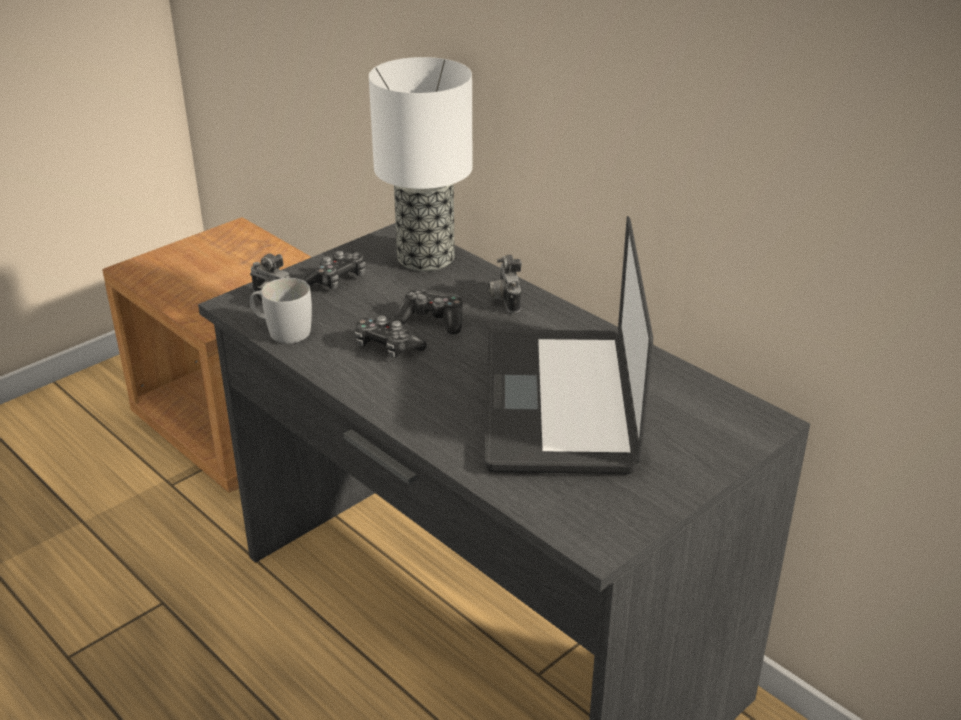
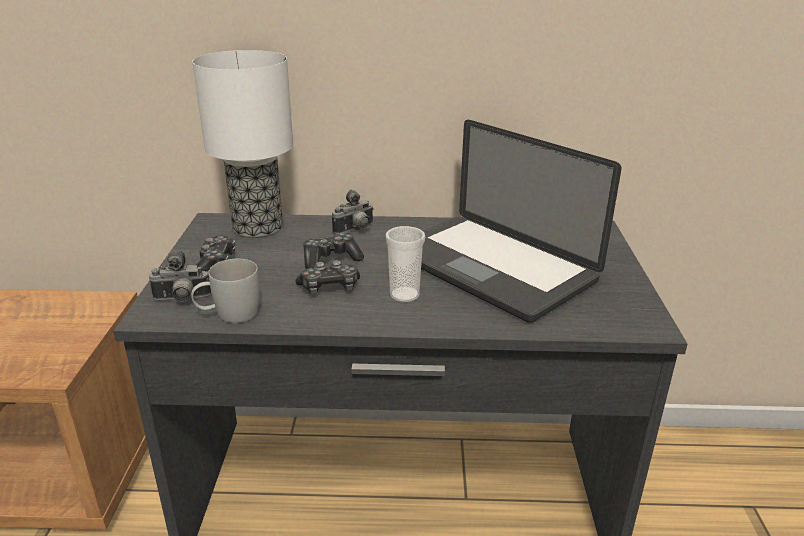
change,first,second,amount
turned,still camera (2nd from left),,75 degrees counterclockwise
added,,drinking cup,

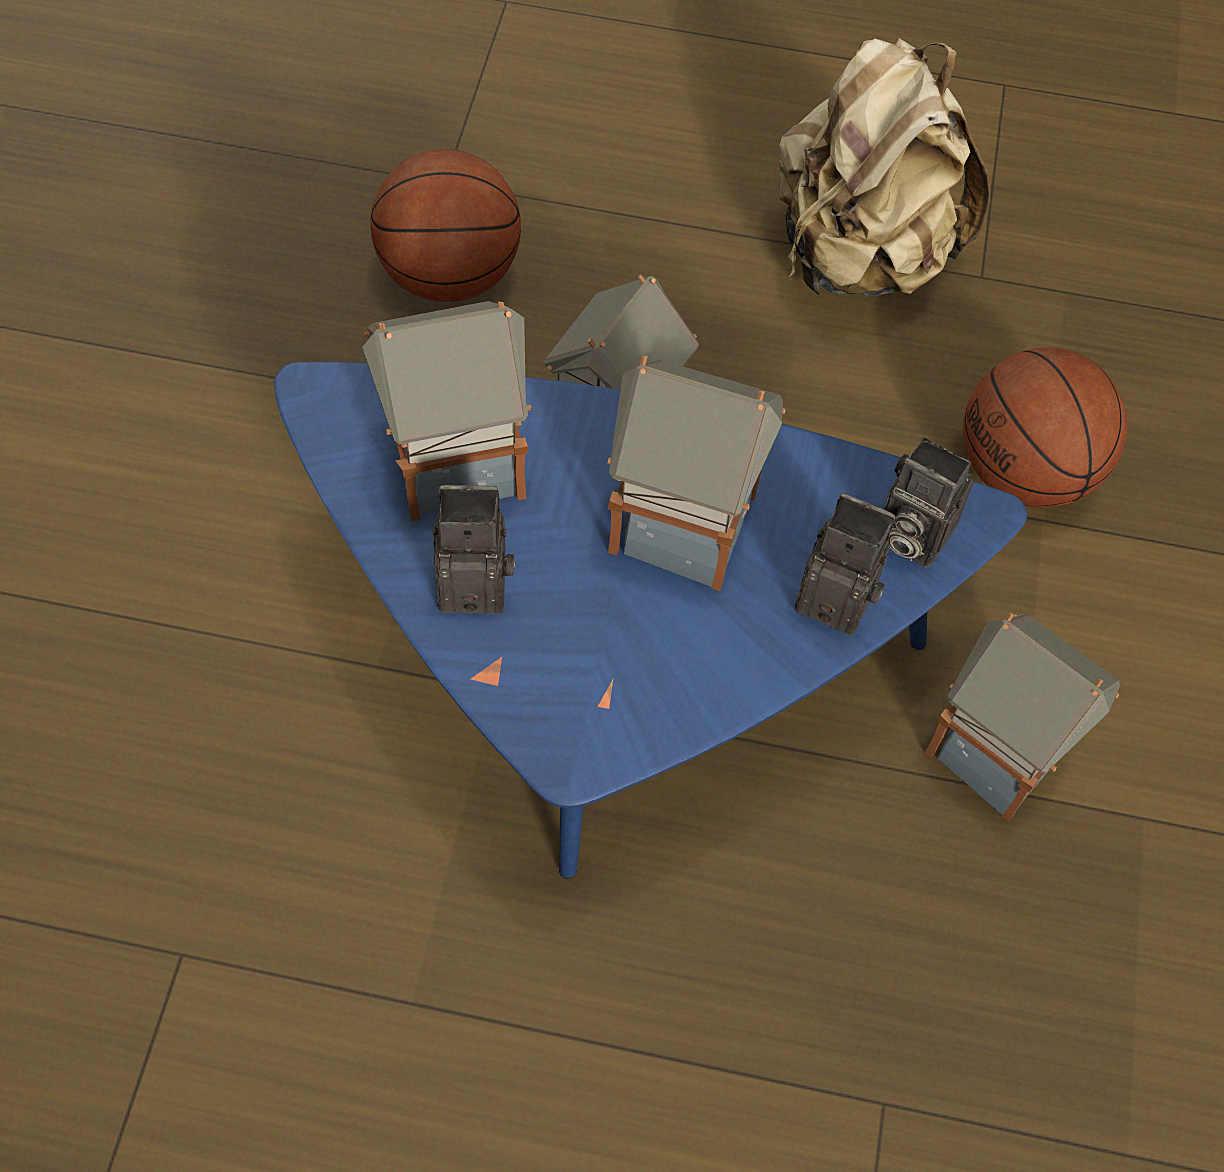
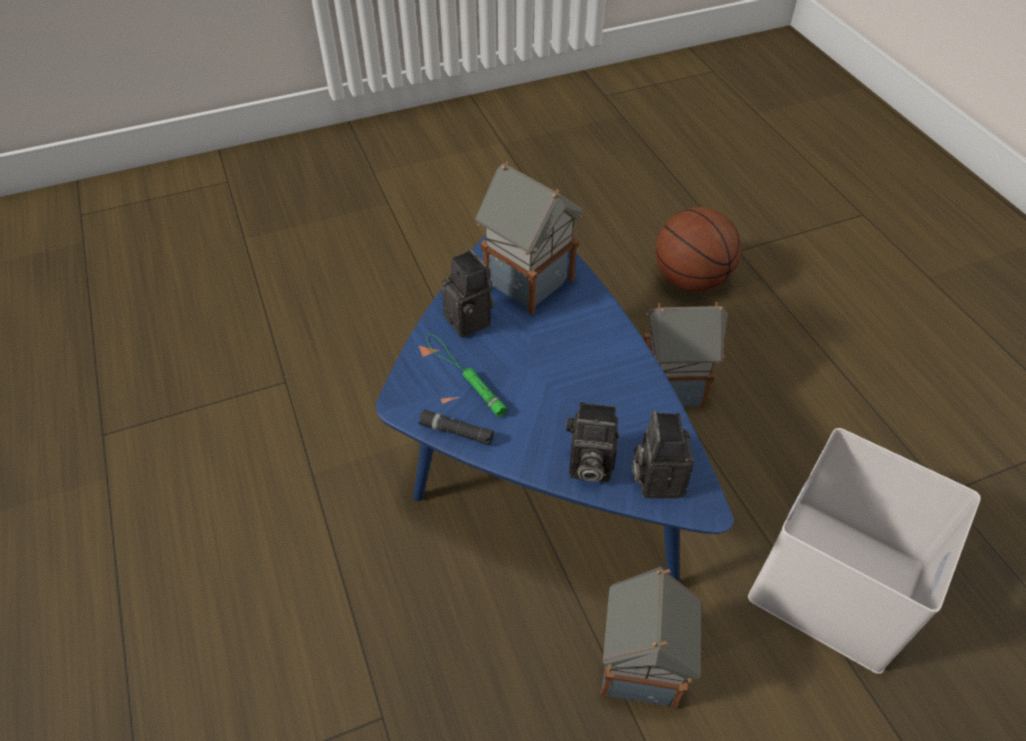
change,first,second,amount
removed,sand-coloured rucksack,,
replaced,basketball ball (2nd from left),white storage box,
removed,miniature house (3rd from left),,
turned,still camera (2nd from left),,105 degrees clockwise
added,,green torch,
added,,blackish torch,

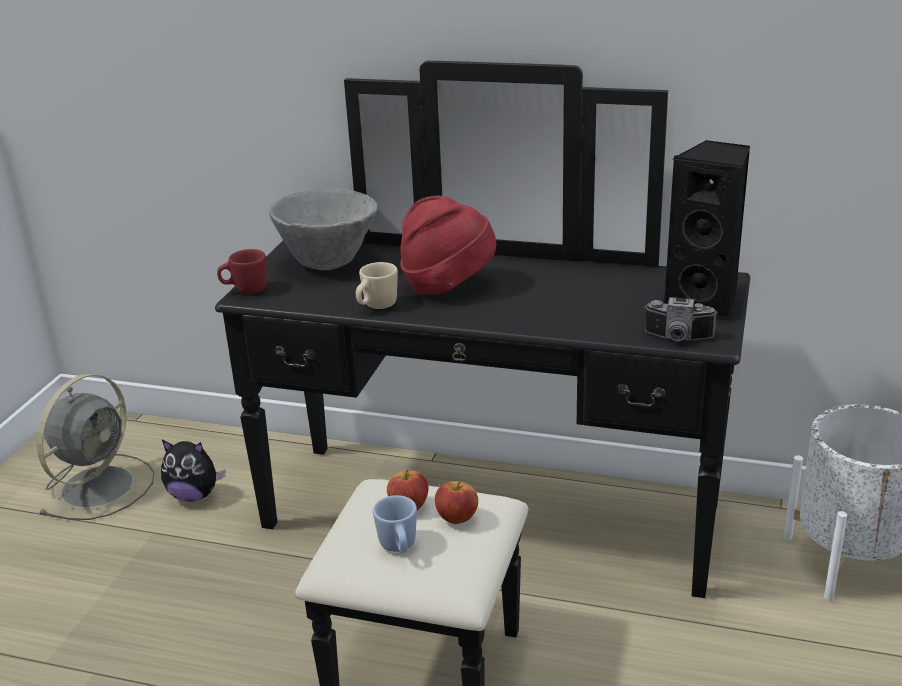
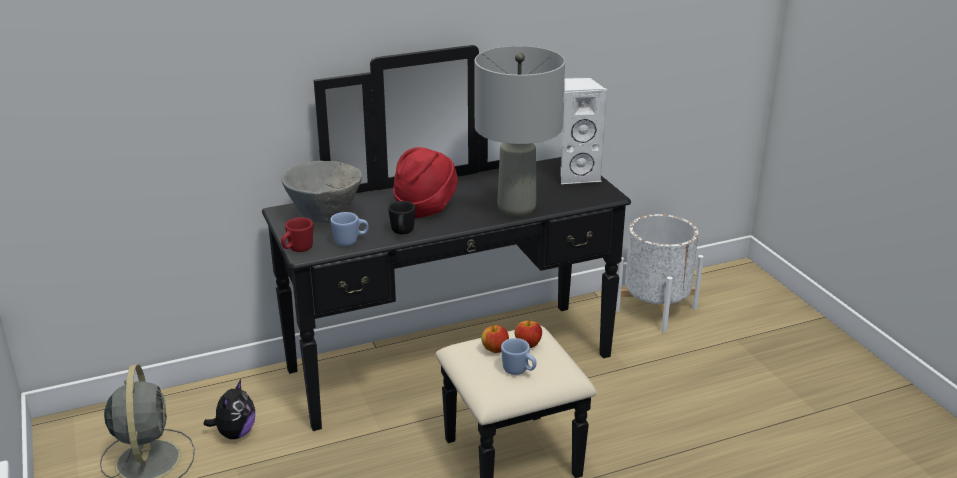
change,first,second,amount
recoloured,blackish speaker,white speaker,
recoloured,sand-coloured coffee mug,blackish coffee mug,
removed,still camera,,
turned,soft toy,,45 degrees counterclockwise
added,,grey lamp for a table,
added,,blue coffee mug (1st from left),

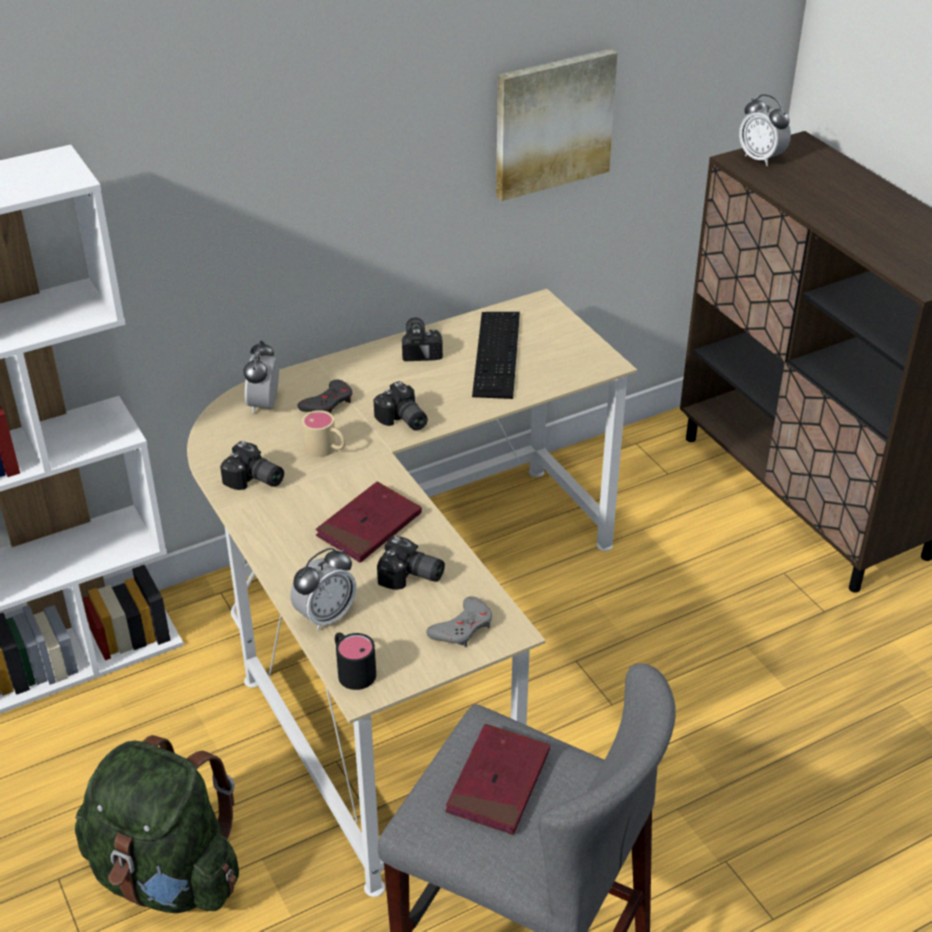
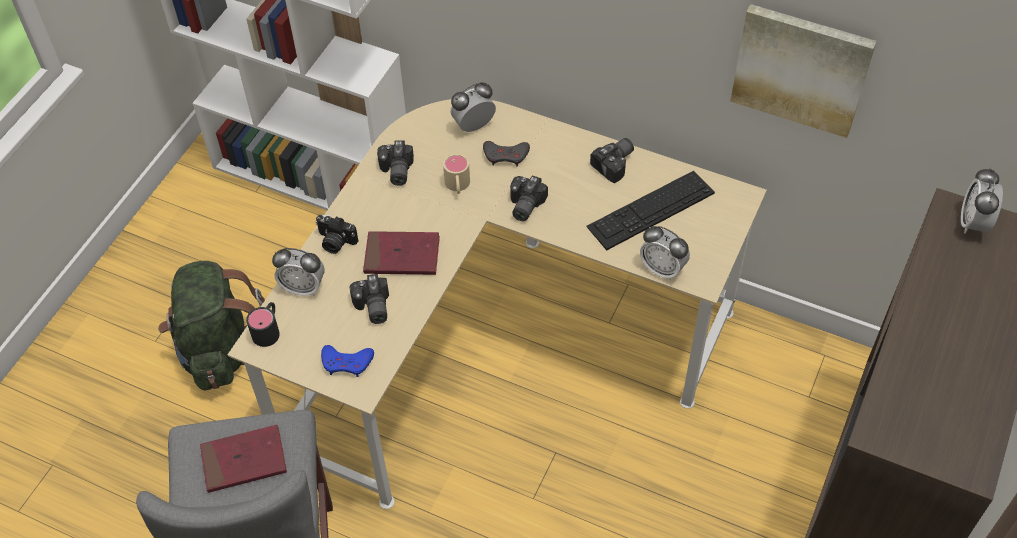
change,first,second,amount
recoloured,grey gamepad (2nd from left),blue gamepad,
added,,still camera (1st from left),
added,,bedside clock (3rd from left),

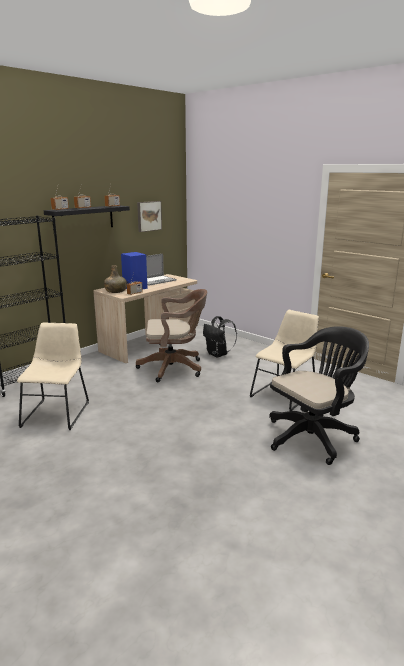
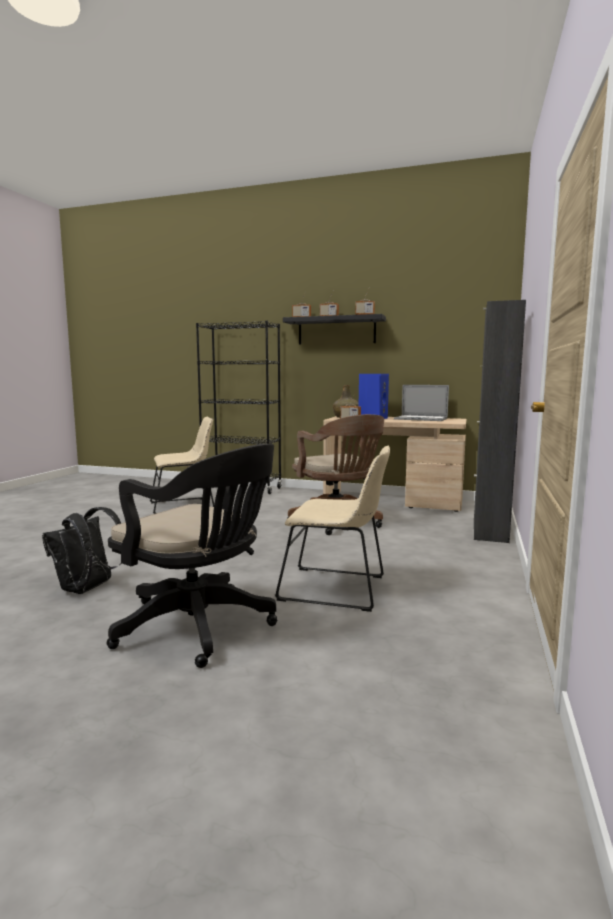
change,first,second,amount
removed,picture,,
moved,blackish rucksack,,
added,,blackish storage cabinet,

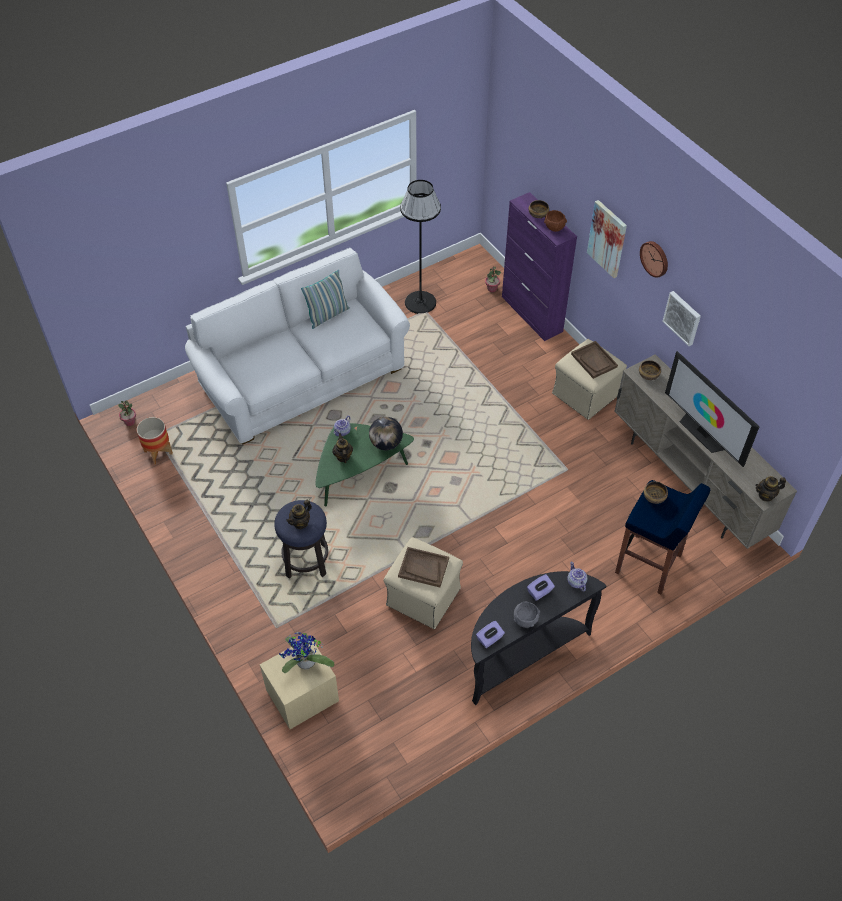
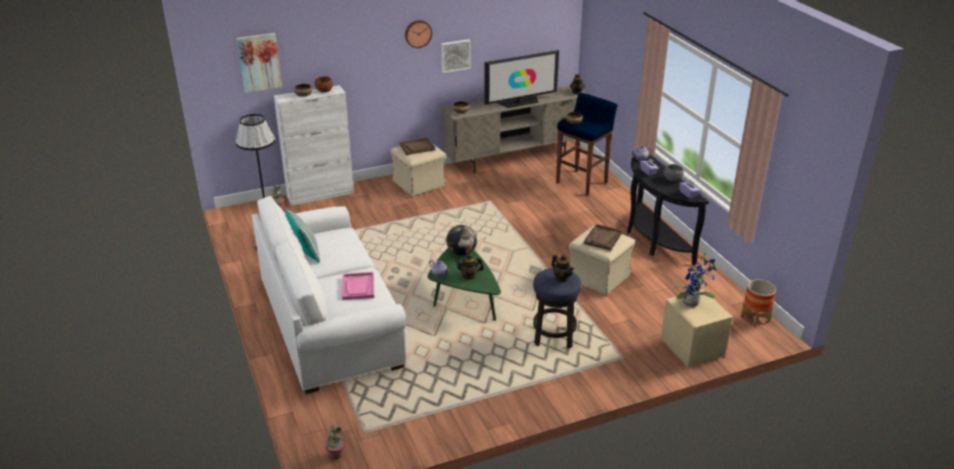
change,first,second,amount
recoloured,purple storage cabinet,white storage cabinet,
moved,picture (1st from left),,
moved,flower pot,,
added,,pink serving tray,

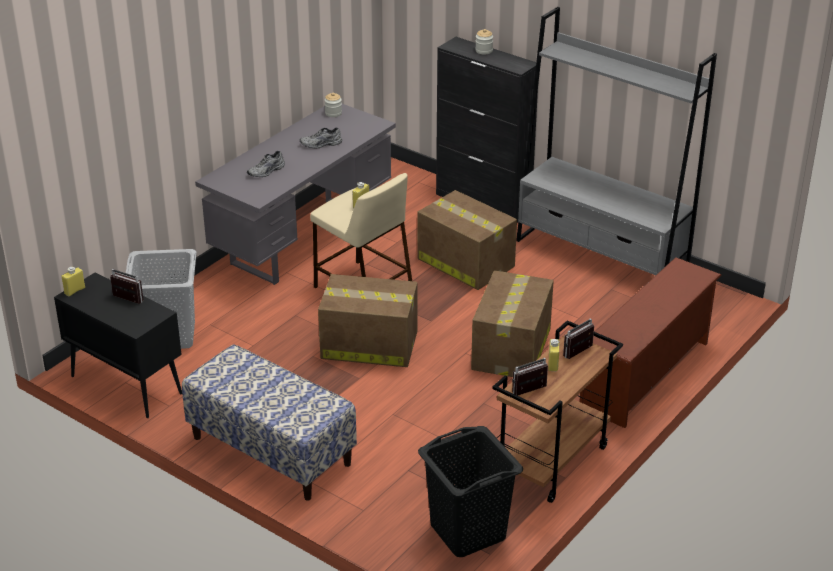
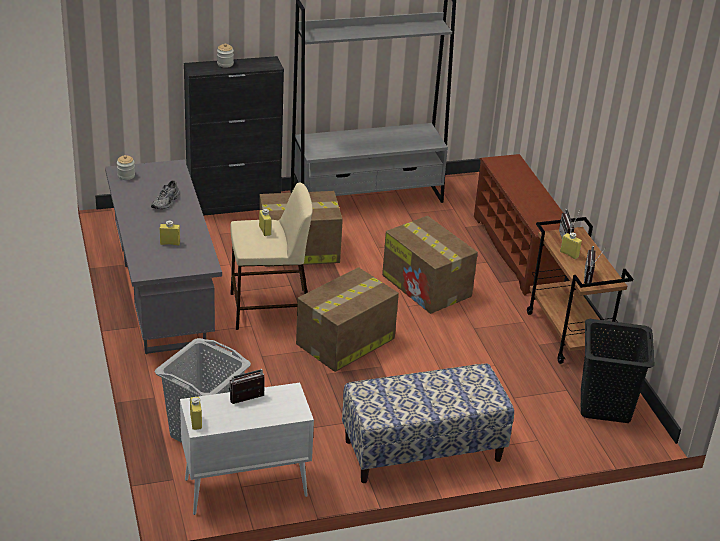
change,first,second,amount
replaced,grey item of footwear (1st from left),yellow drink bottle (1st from left),
recoloured,blackish storage cabinet (1st from left),white storage cabinet,

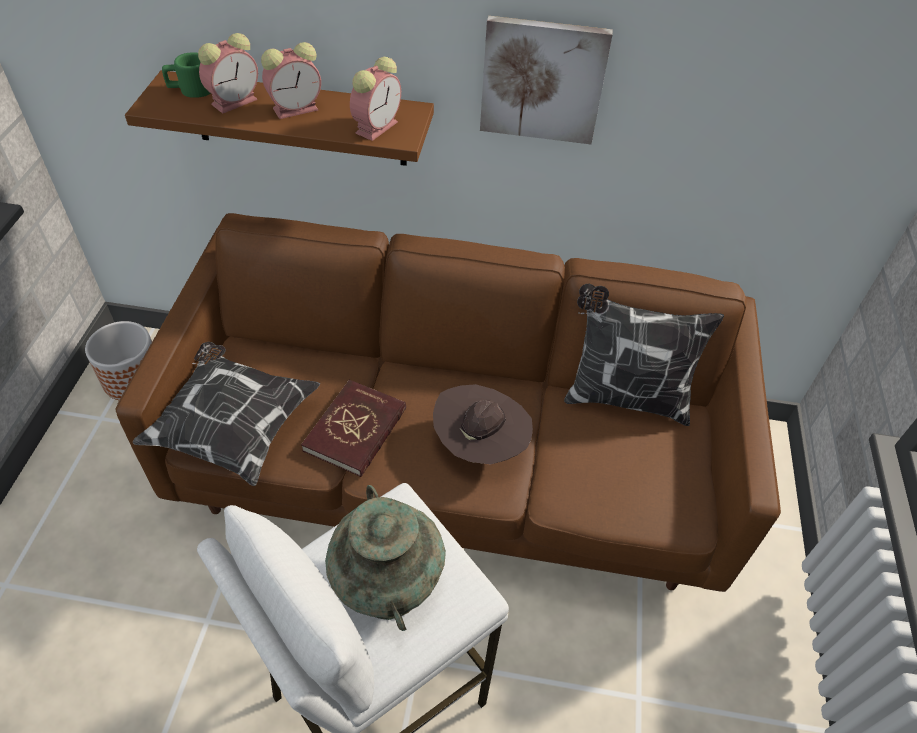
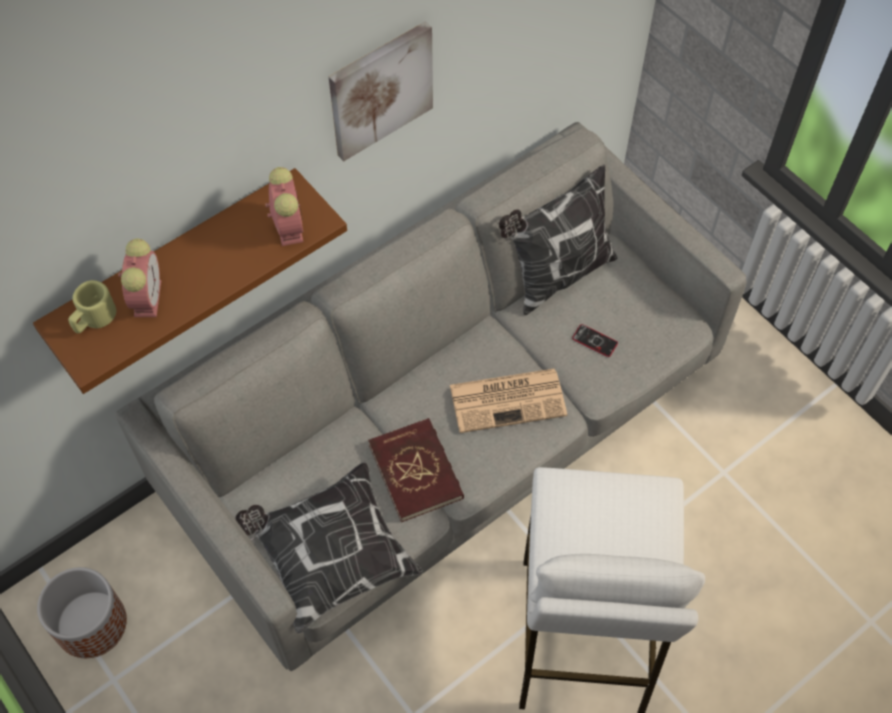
change,first,second,amount
removed,bedside clock (2nd from left),,
recoloured,green coffee mug,sand-coloured coffee mug,
recoloured,brown-coloured couch,grey couch,
replaced,brown-coloured clothing hat,printed paper,
removed,turquoise-coloured vase,,
added,,phone,

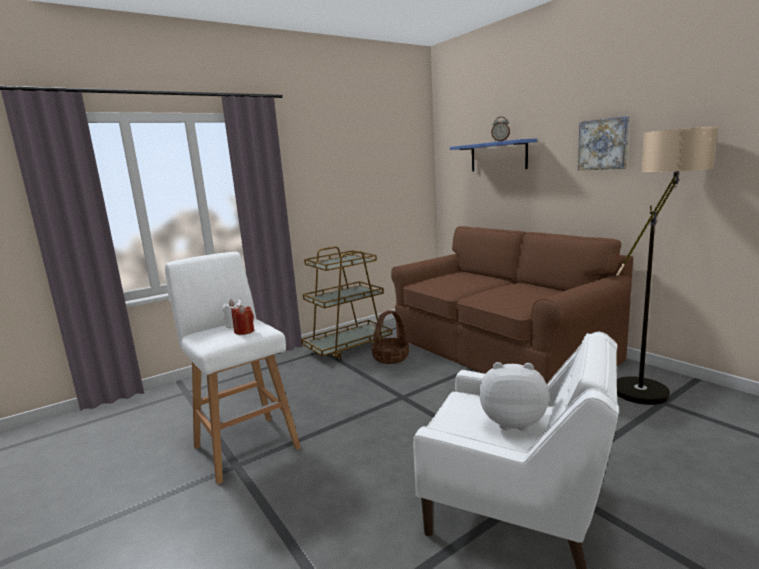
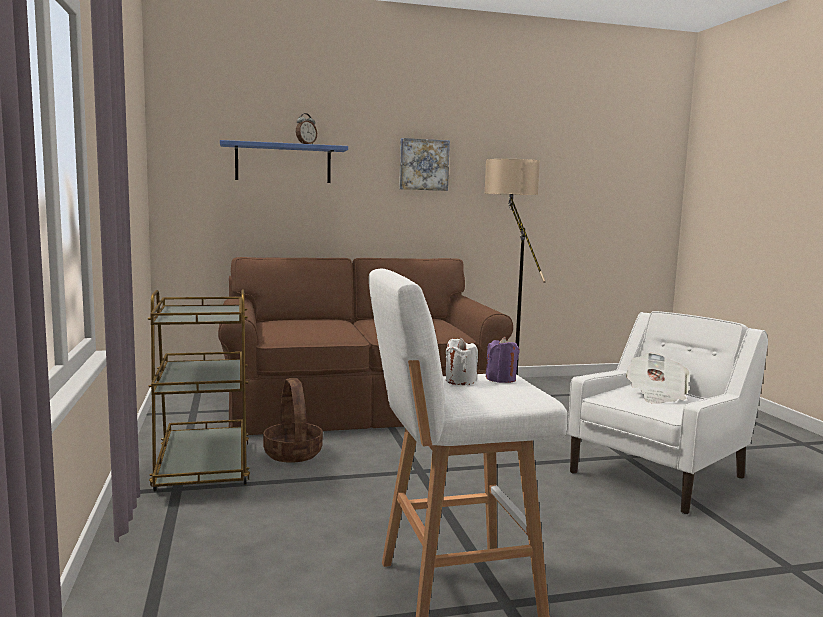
change,first,second,amount
recoloured,red wax light,purple wax light,
replaced,soft toy,printed paper,

